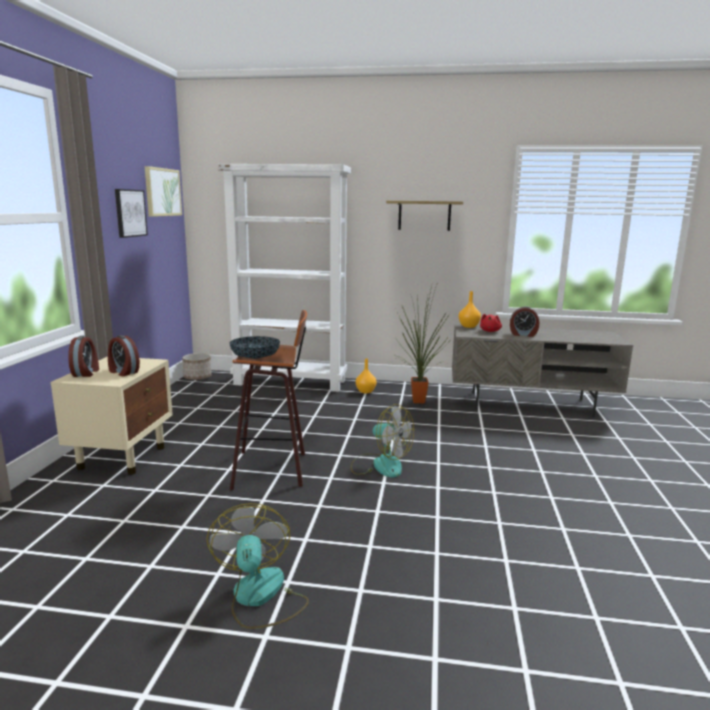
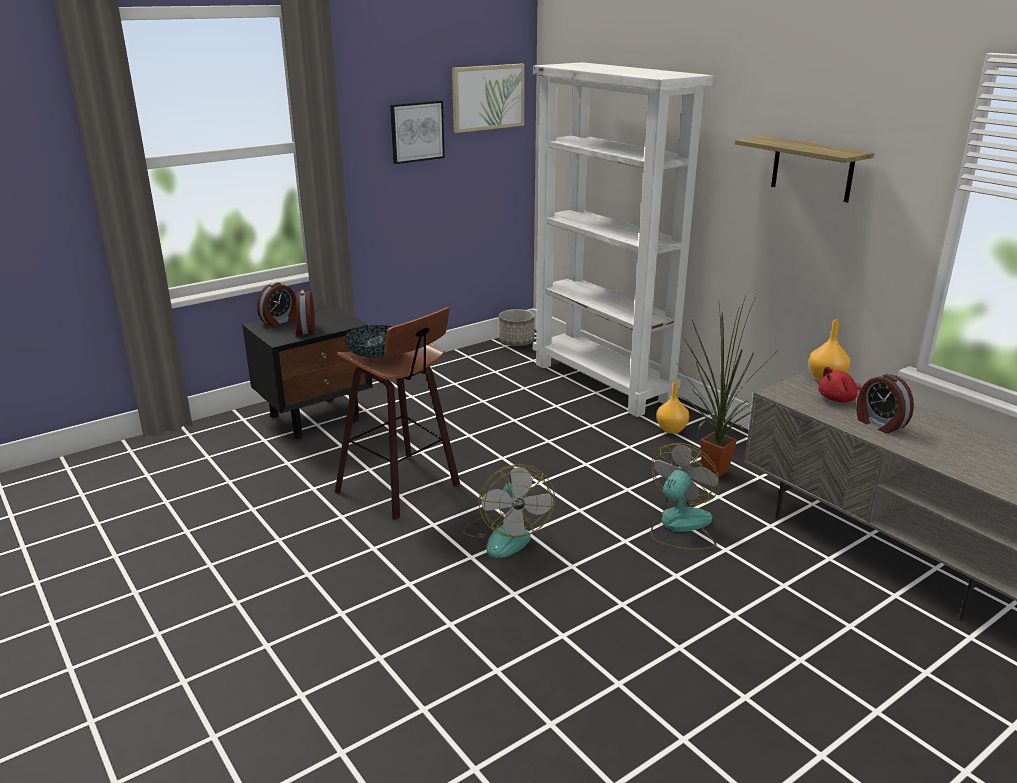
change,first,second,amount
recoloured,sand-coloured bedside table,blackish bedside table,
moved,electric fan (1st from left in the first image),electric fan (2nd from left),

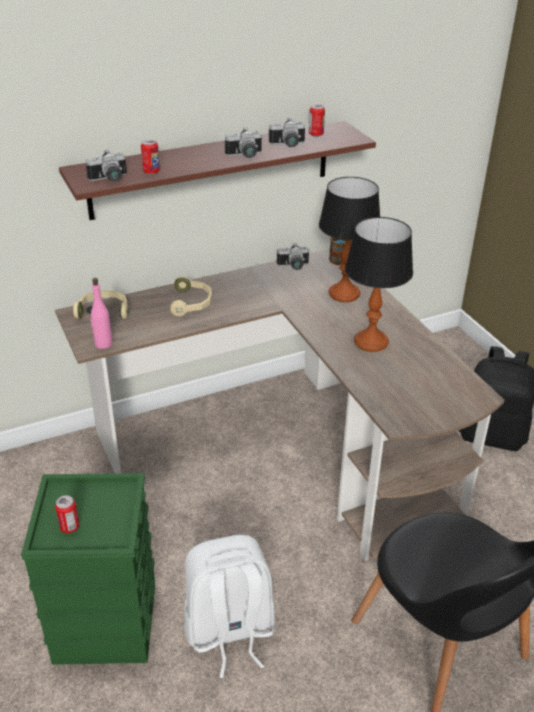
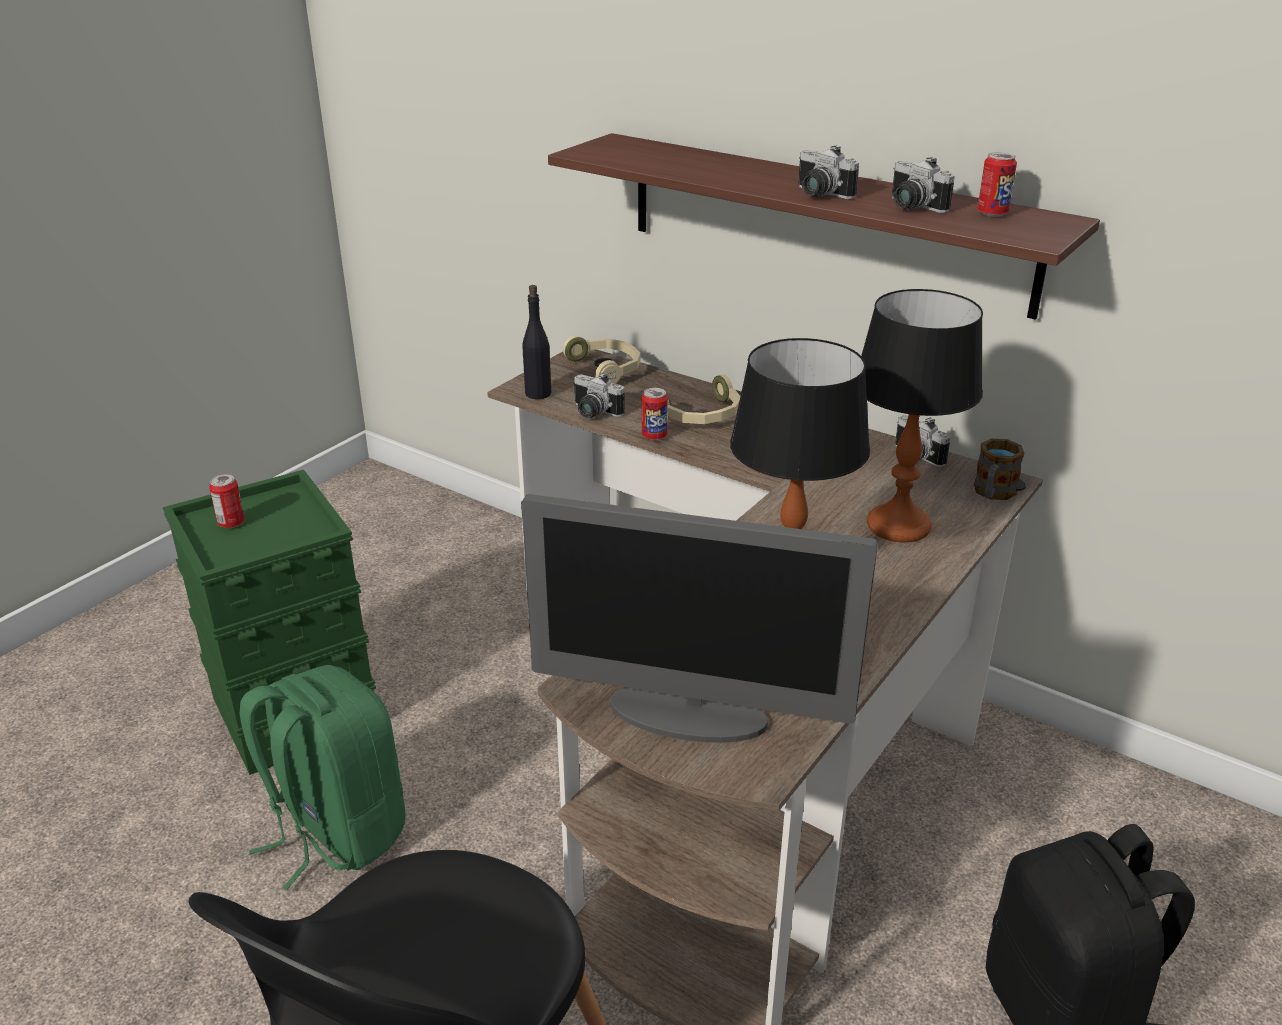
change,first,second,amount
moved,metal can (2nd from left),,
moved,still camera (1st from left),,
recoloured,pink drink bottle,blackish drink bottle,
recoloured,white rucksack,green rucksack,
added,,computer display,

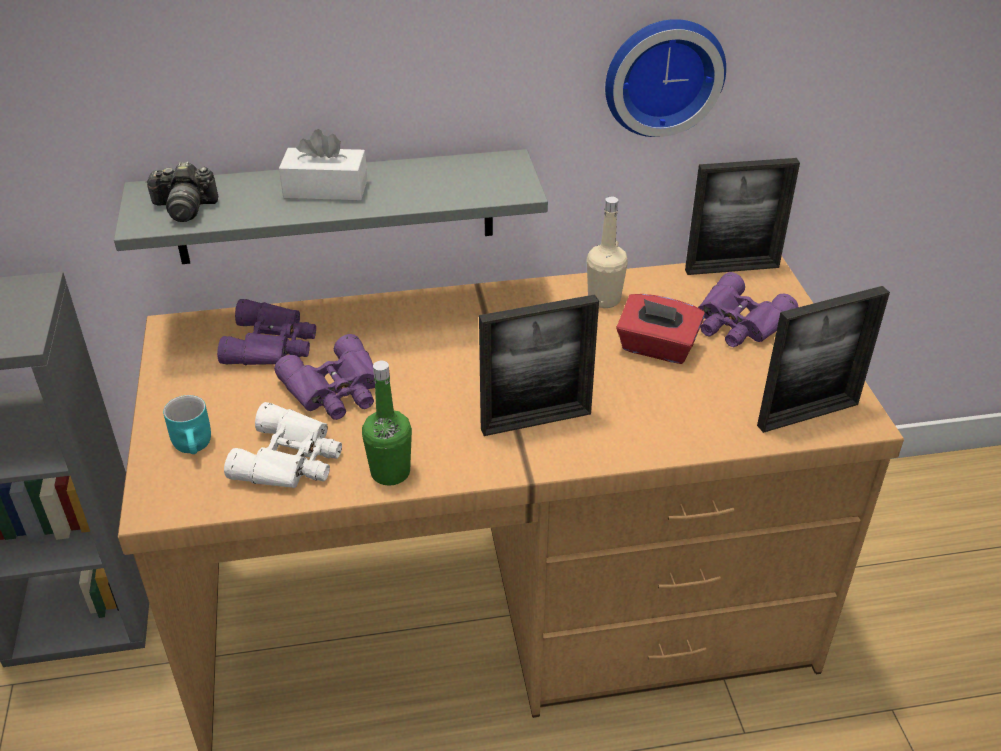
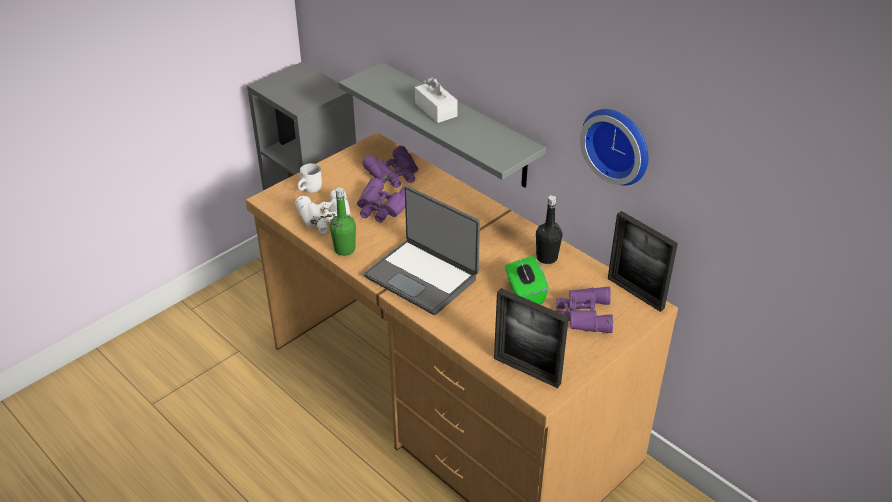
change,first,second,amount
removed,still camera,,
recoloured,sand-coloured drink bottle,blackish drink bottle,
replaced,picture frame (1st from left),portable computer,
recoloured,red tissue holder,green tissue holder,
recoloured,turquoise-coloured coffee mug,white coffee mug,

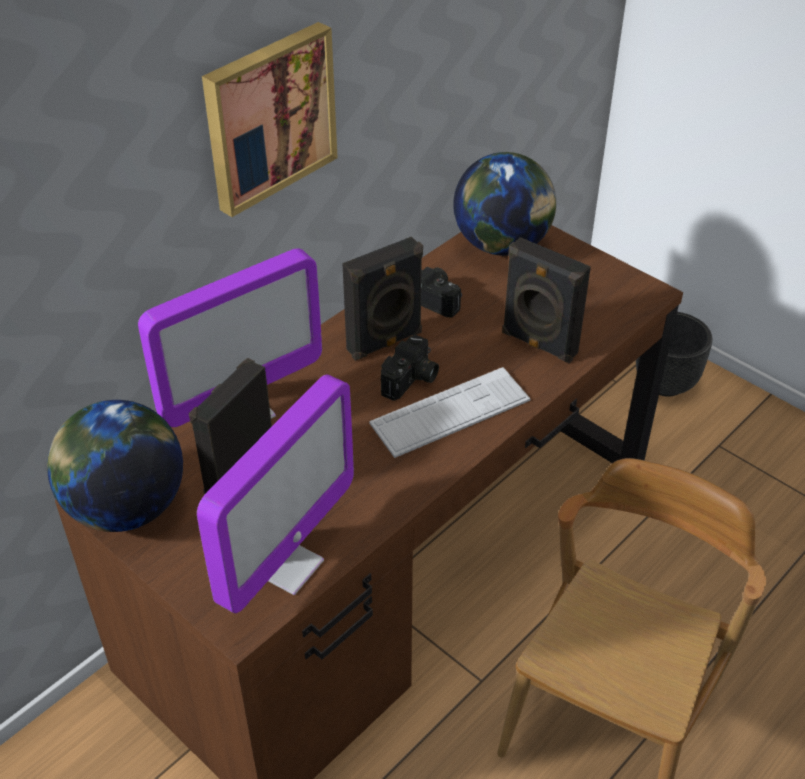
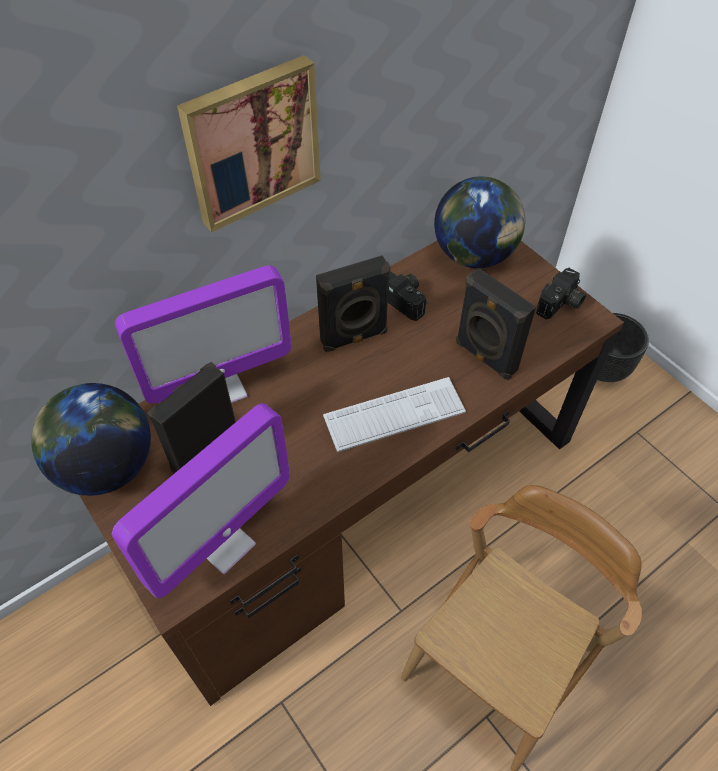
change,first,second,amount
moved,still camera (1st from left in the first image),still camera (2nd from left),

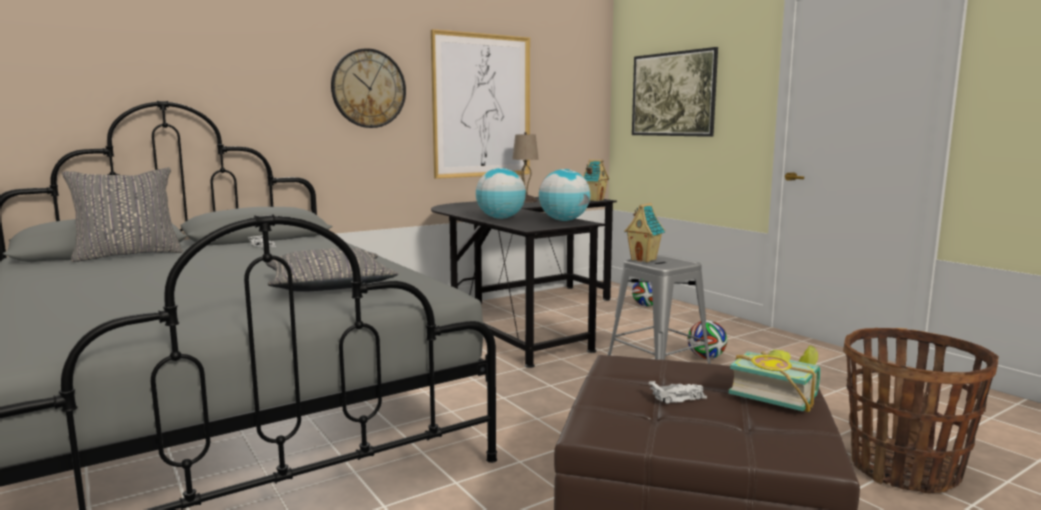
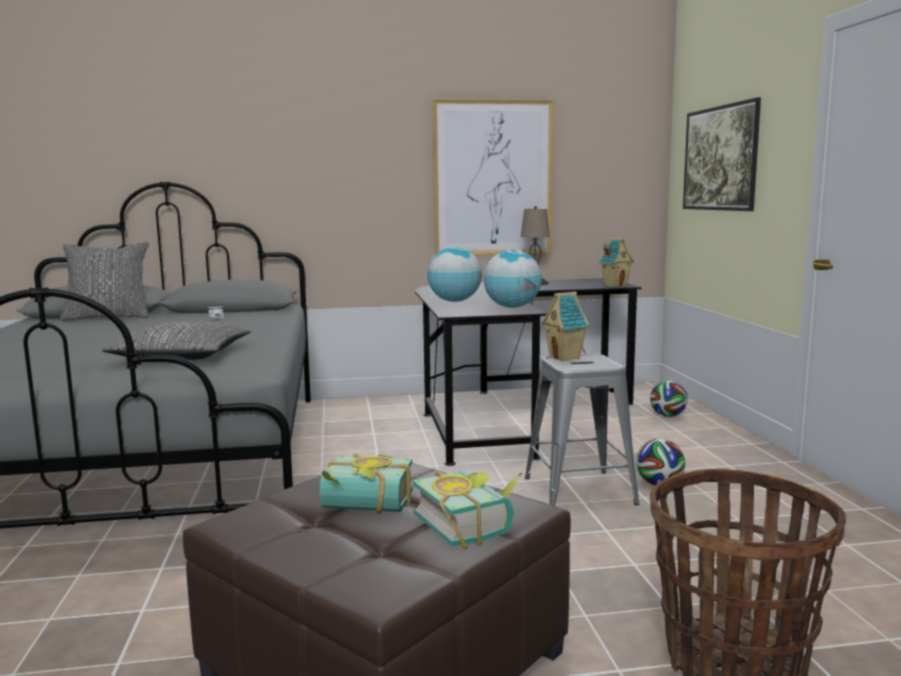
change,first,second,amount
removed,clock on the wall,,
replaced,white model car (2nd from left),book (1st from left),

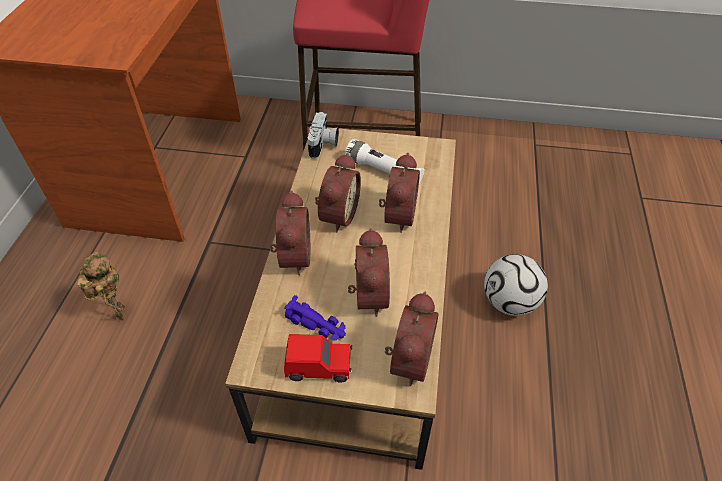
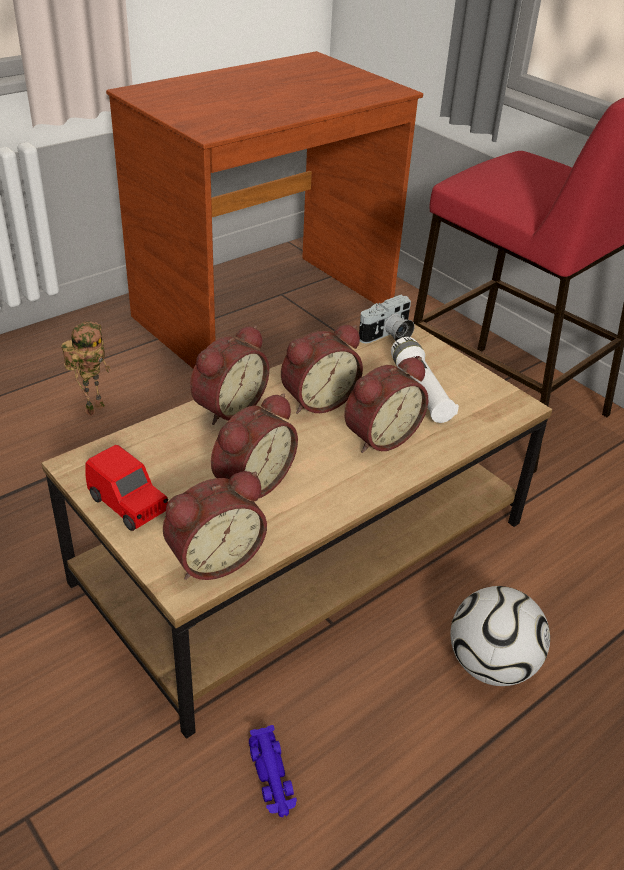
change,first,second,amount
moved,purple model car,,

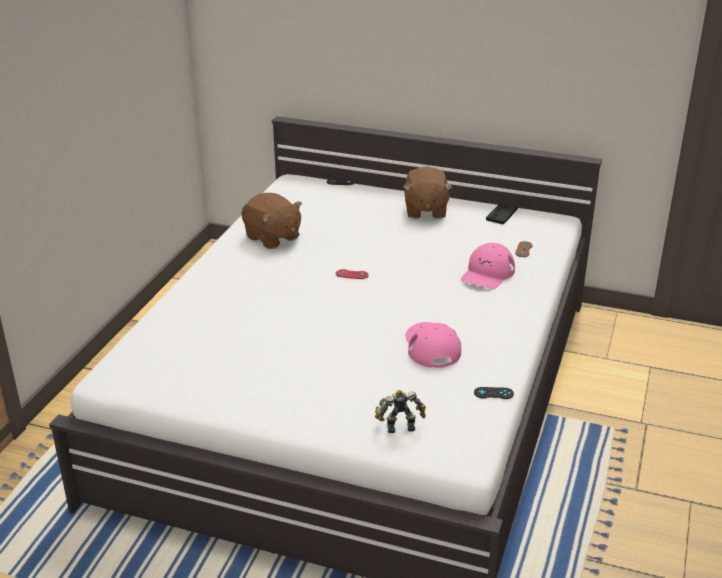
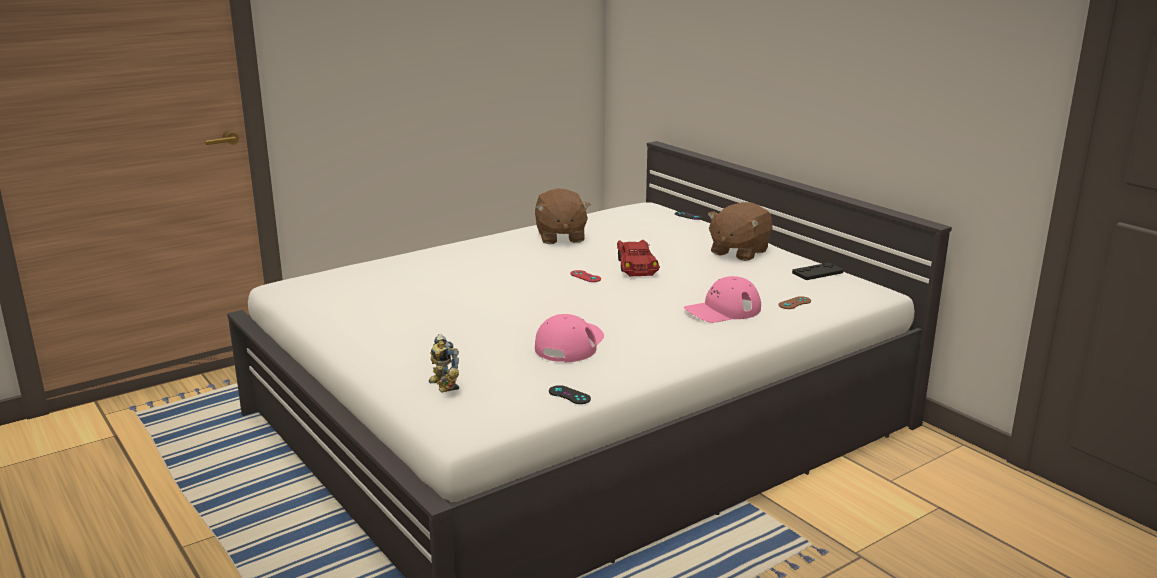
change,first,second,amount
turned,model robot,,150 degrees counterclockwise
added,,red model car,

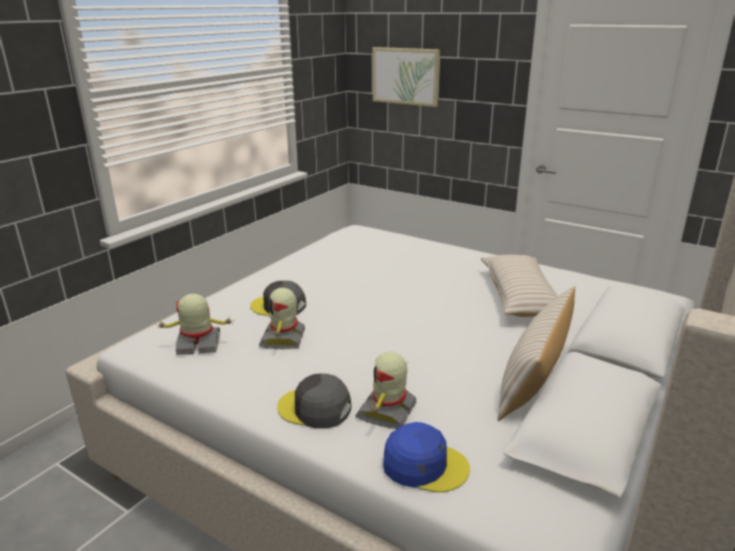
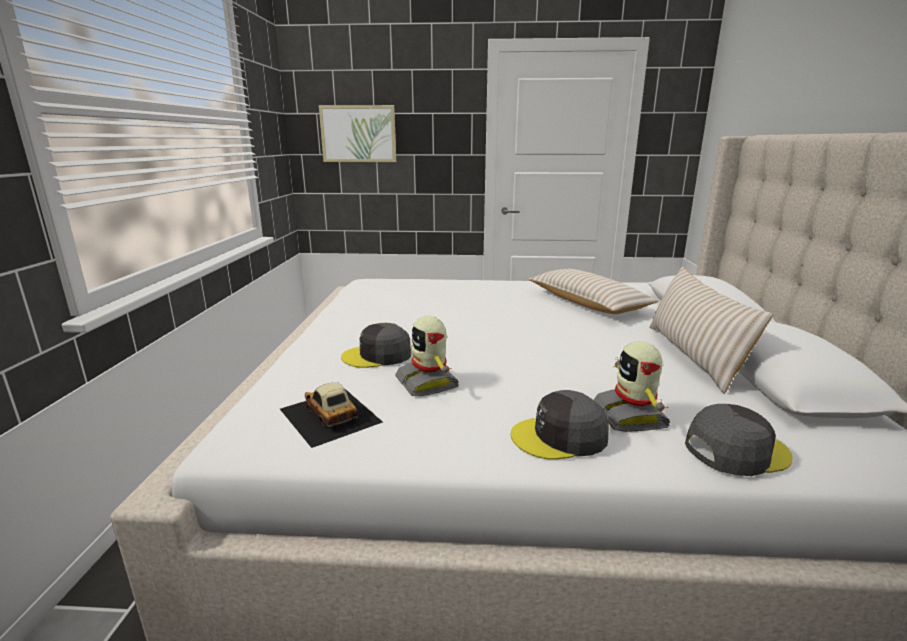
change,first,second,amount
replaced,model robot (1st from left),model car,
recoloured,blue peaked cap,grey peaked cap (3rd from left),

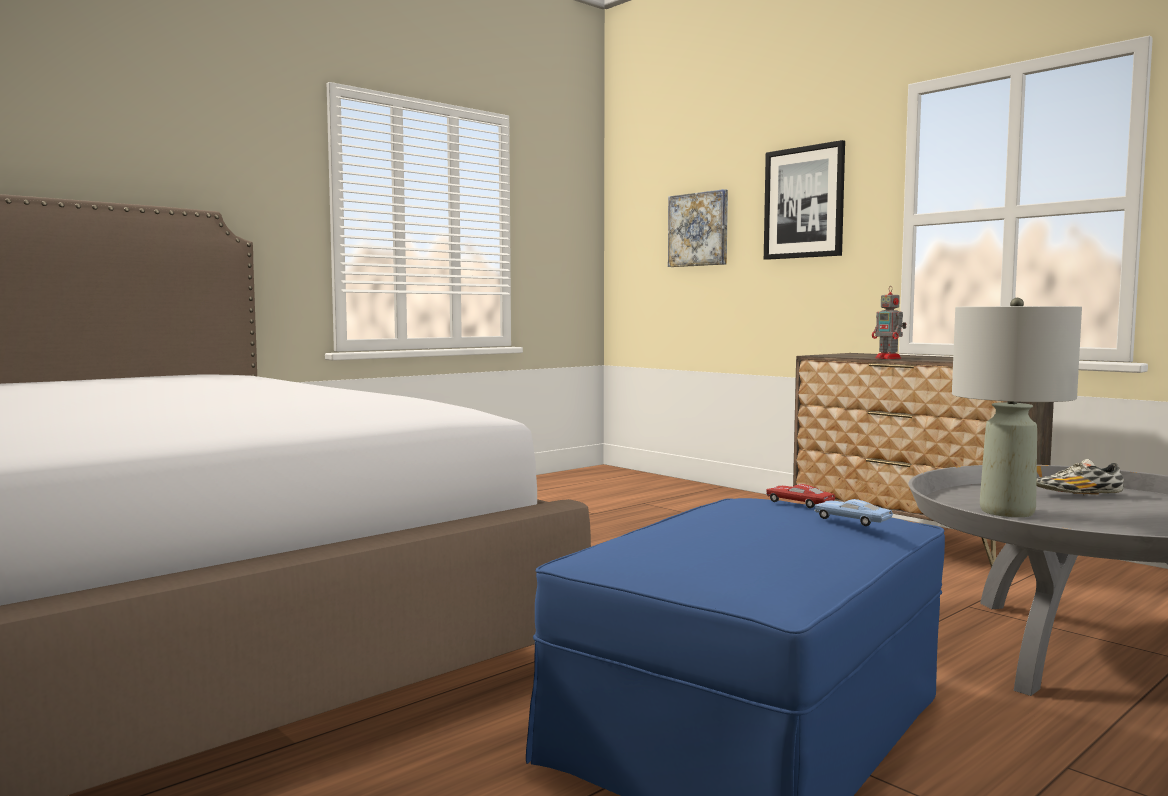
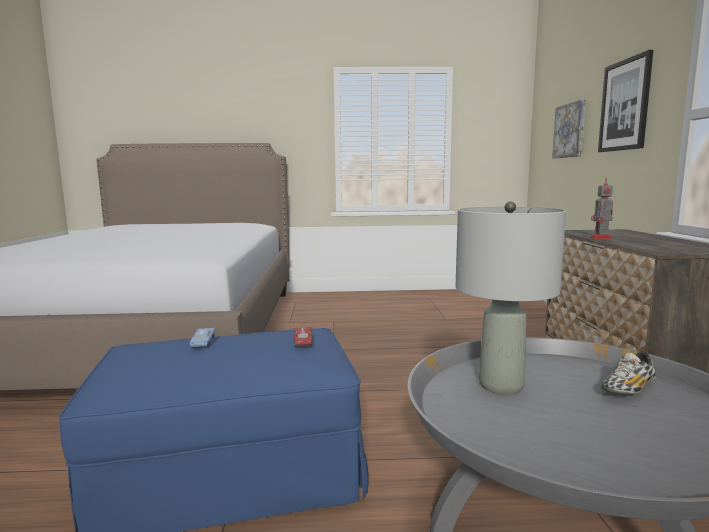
change,first,second,amount
turned,item of footwear,,75 degrees counterclockwise
moved,blue model car,,

